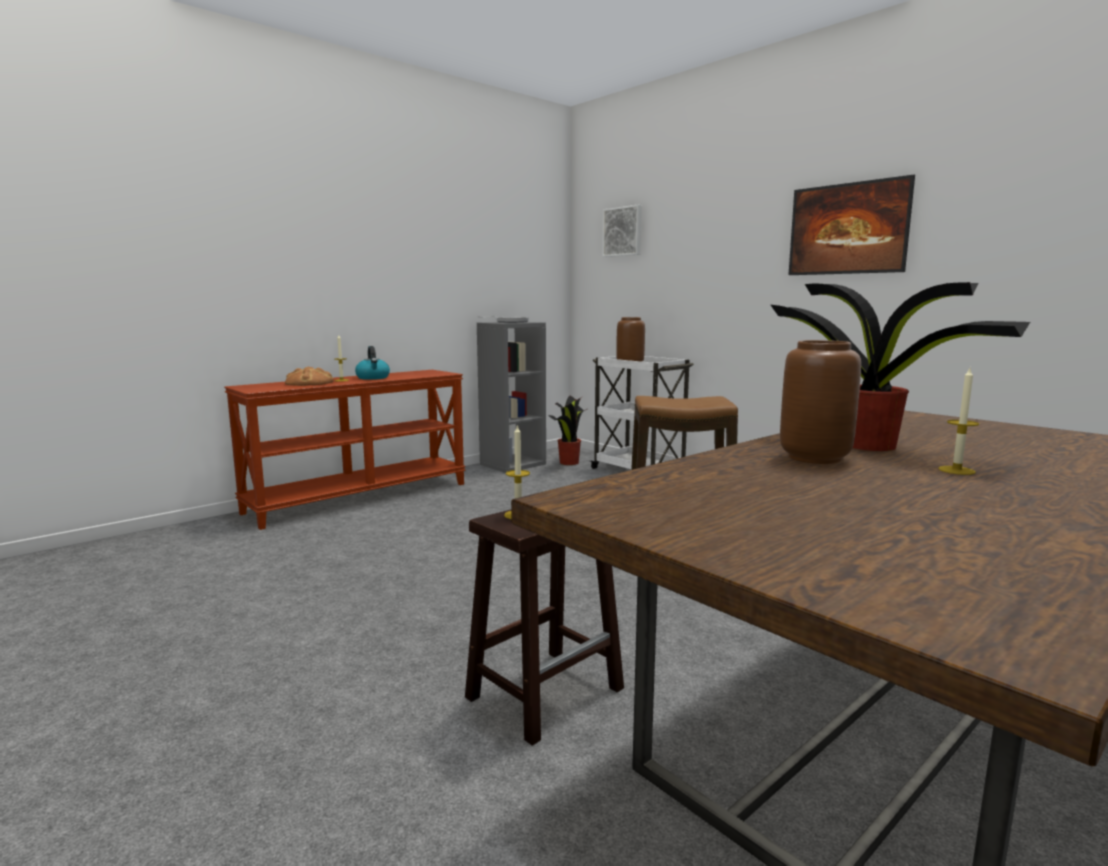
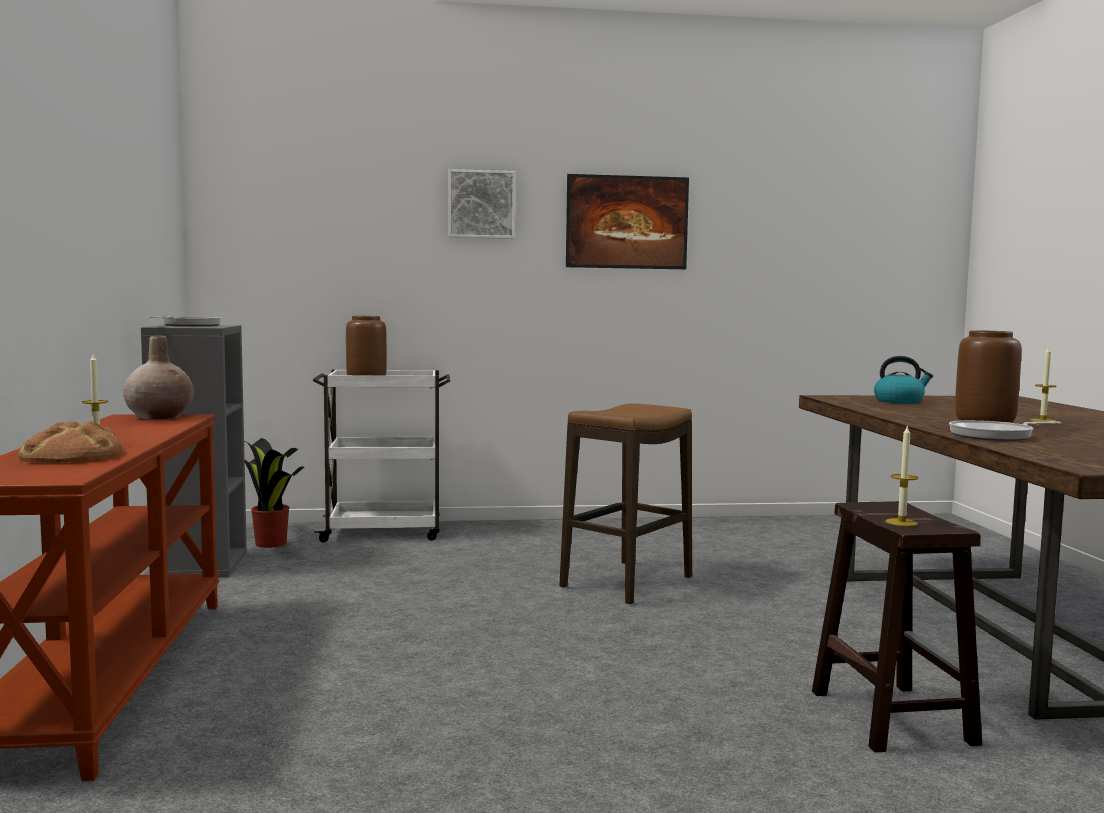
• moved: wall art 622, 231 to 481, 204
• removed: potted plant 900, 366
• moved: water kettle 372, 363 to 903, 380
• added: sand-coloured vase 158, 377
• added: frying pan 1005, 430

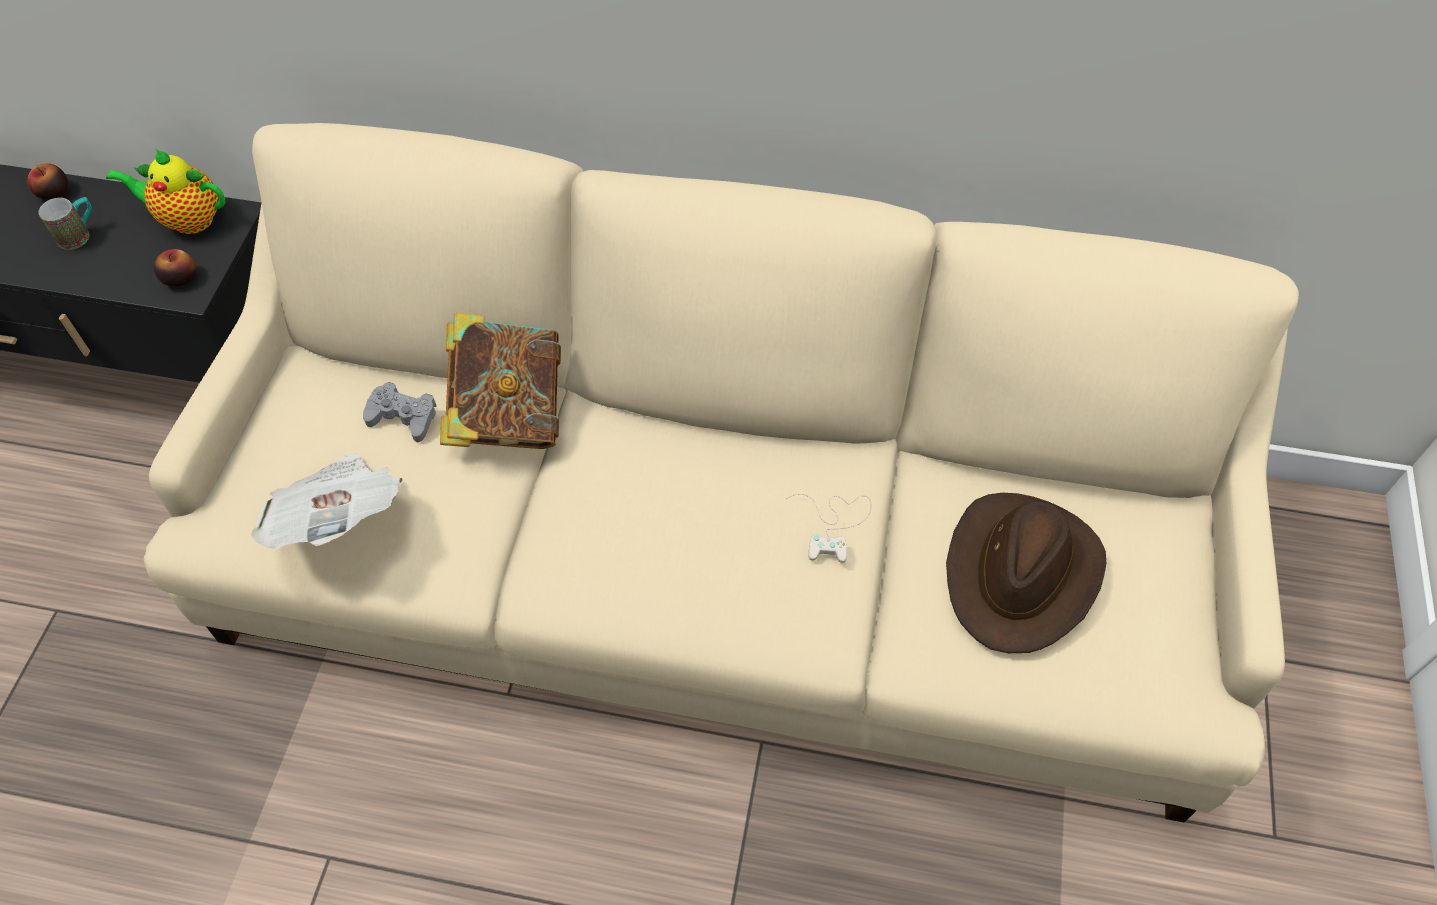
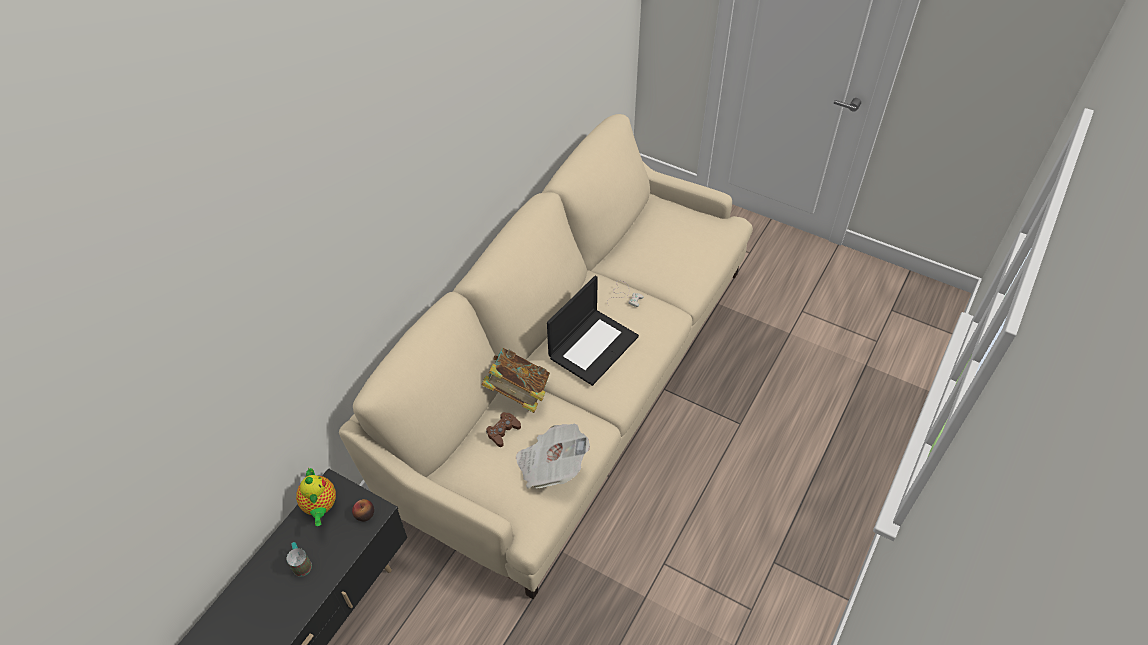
• turned: pot for tea 165, 191 = 316, 497 45 degrees counterclockwise
• removed: apple 47, 181
• recoloured: gray game controller 400, 412 to brown-coloured game controller 503, 429
• removed: brown-coloured hat 1026, 573
• added: laptop 593, 331

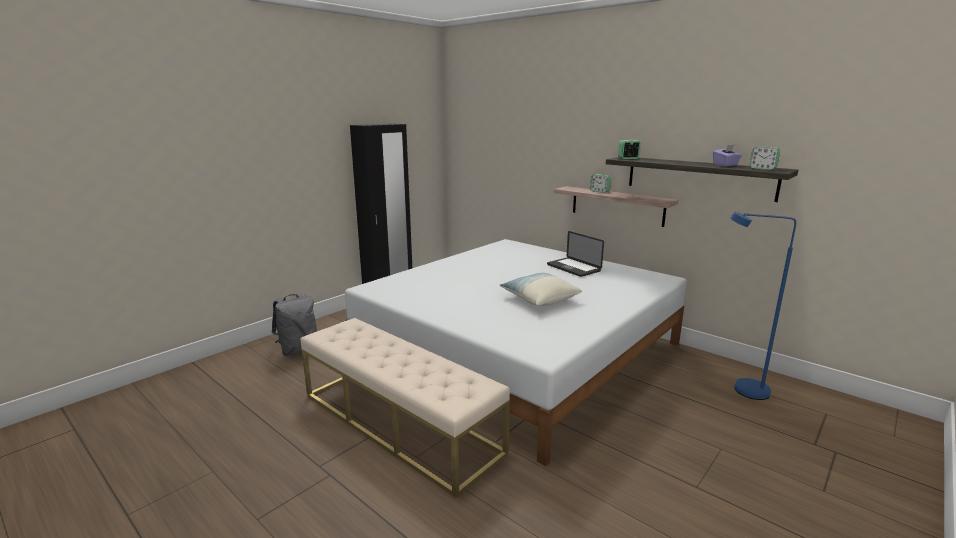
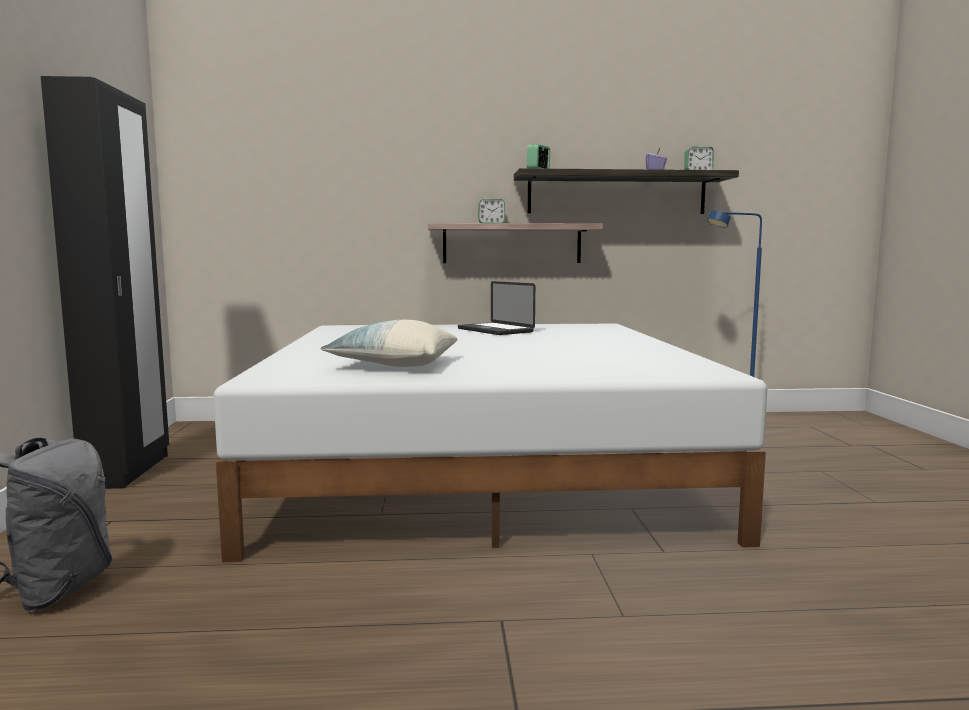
• turned: laptop 575, 254 = 496, 308 45 degrees clockwise
• moved: pillow 540, 289 to 388, 343
• removed: sand-coloured long seat 405, 407

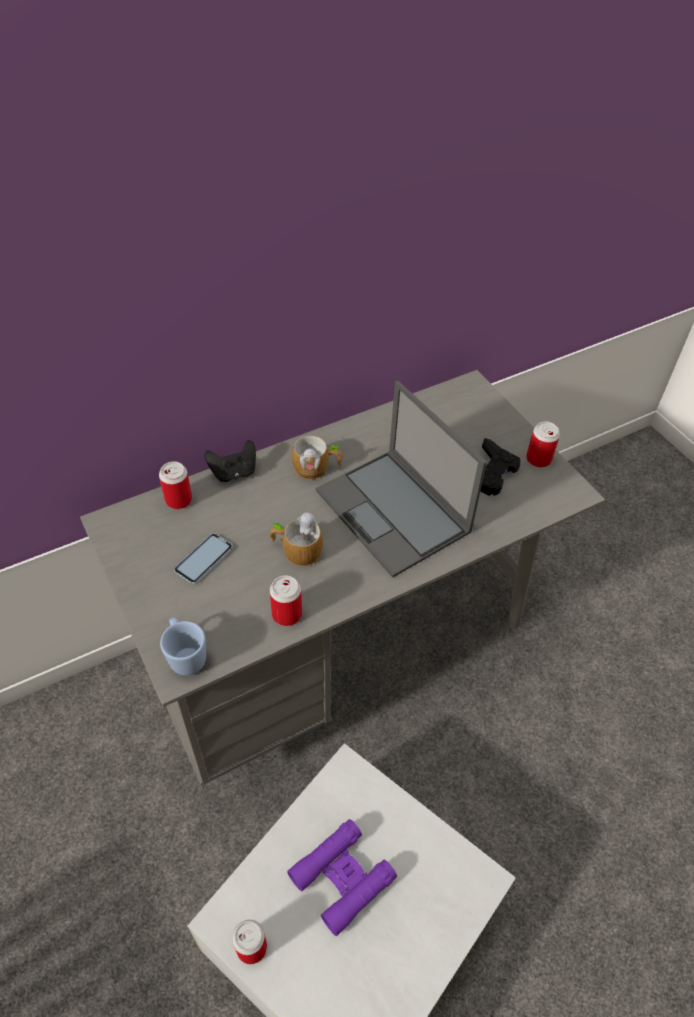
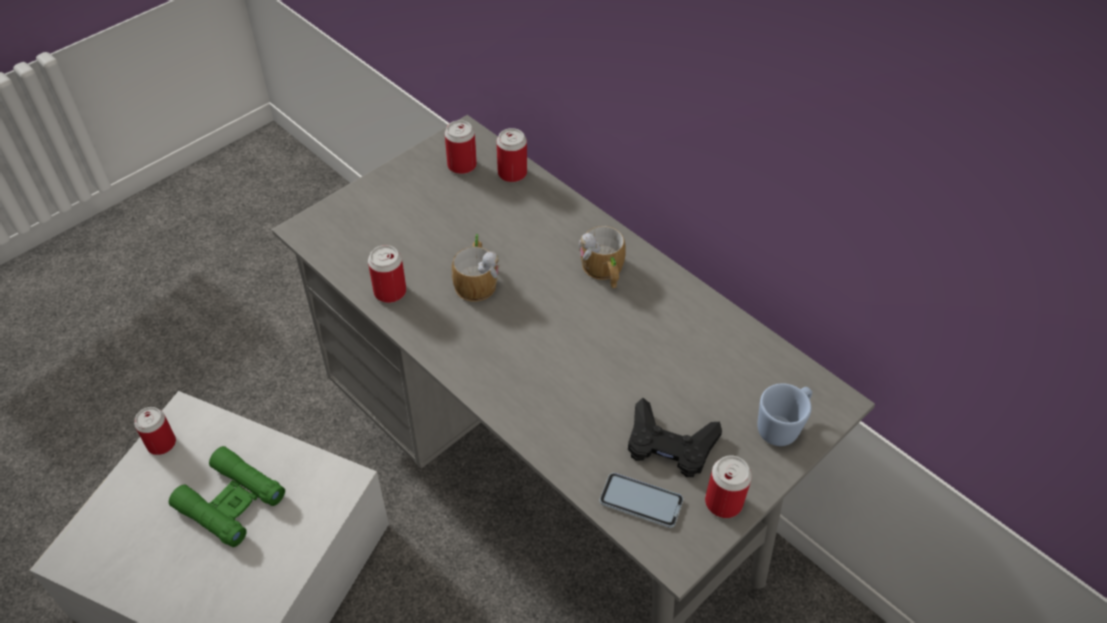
• removed: laptop 401, 479
• removed: black game controller 230, 461
• moved: handset 203, 558 to 641, 500
• moved: blue mug 183, 646 to 784, 414
• recoloured: purplish binoculars 342, 877 to green binoculars 227, 496
• added: sealed can 461, 147

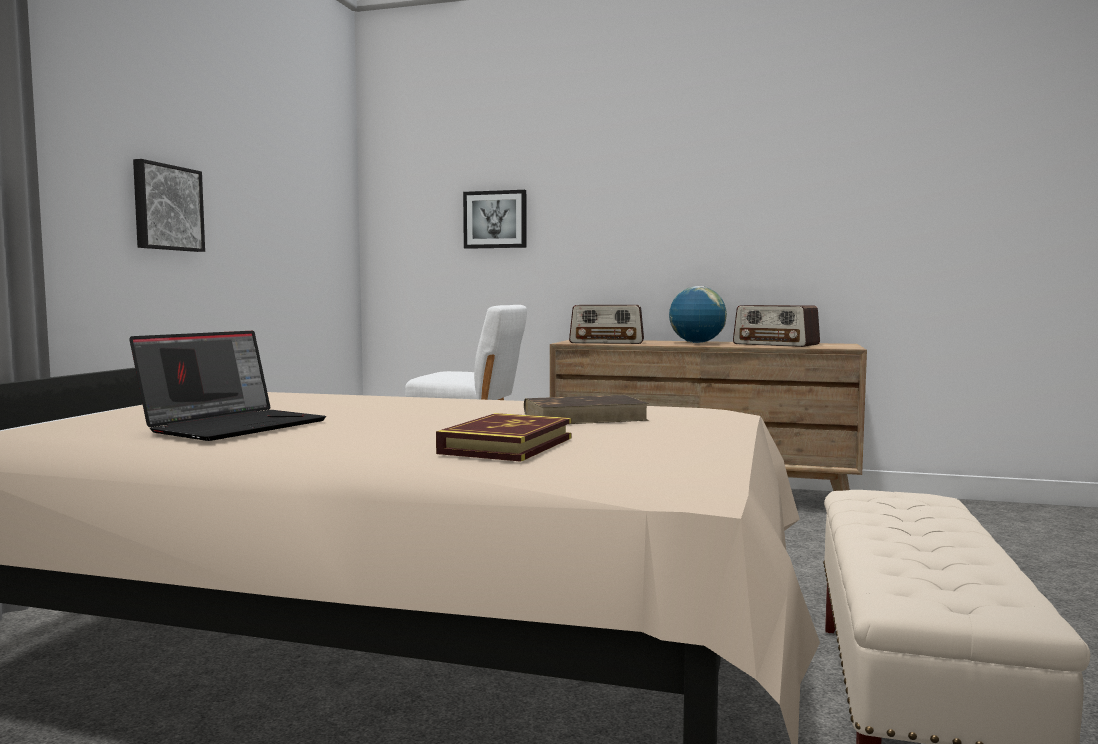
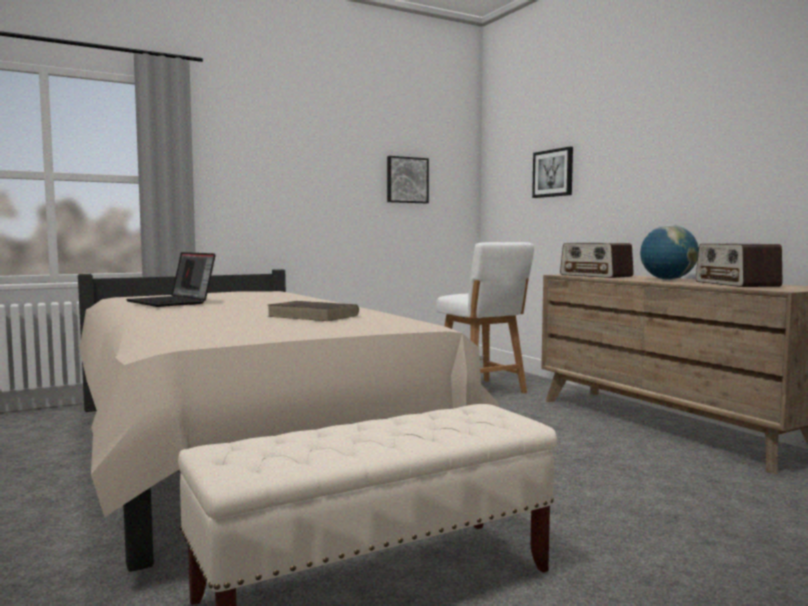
• moved: wall art 169, 205 to 408, 179
• turned: laptop 227, 386 = 171, 279 60 degrees clockwise
• removed: book 503, 437

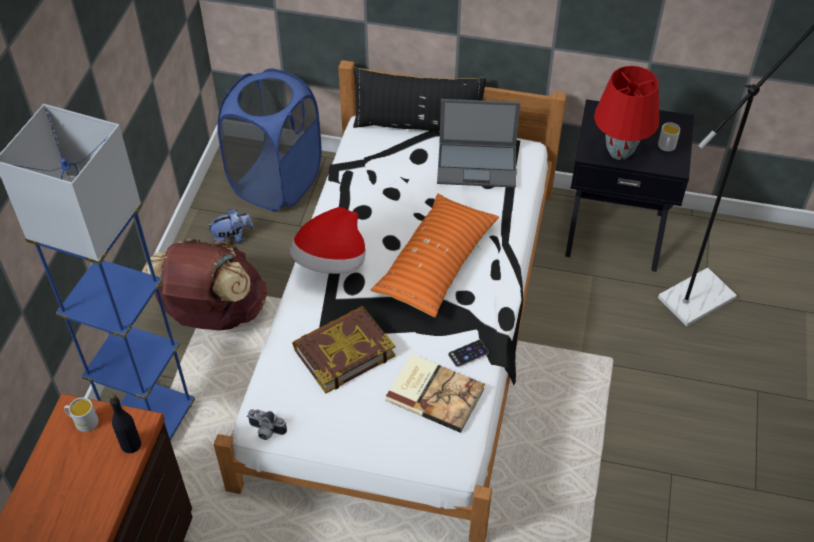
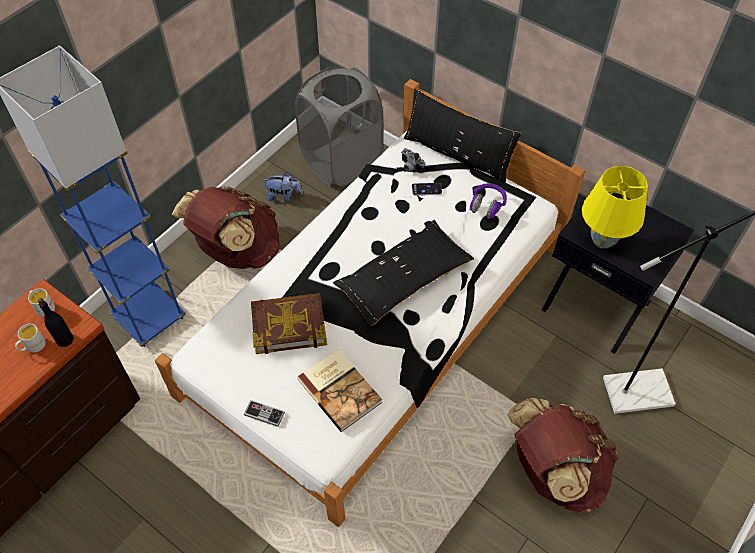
• recoloured: red tabletop lamp 626, 113 to yellowish tabletop lamp 615, 207
• recoloured: blue hamper 269, 139 to gray hamper 339, 126
• replaced: laptop 479, 143 to purplish headset 488, 201
• moved: whitish mug 669, 136 to 30, 338
• recoloured: orange-coloured pillow 434, 255 to black pillow 403, 273
• removed: hat 328, 240
• moved: handset 468, 353 to 427, 189
• moved: still camera 267, 424 to 413, 160
• added: brown-coloured rucksack 563, 455
• added: game controller 264, 413

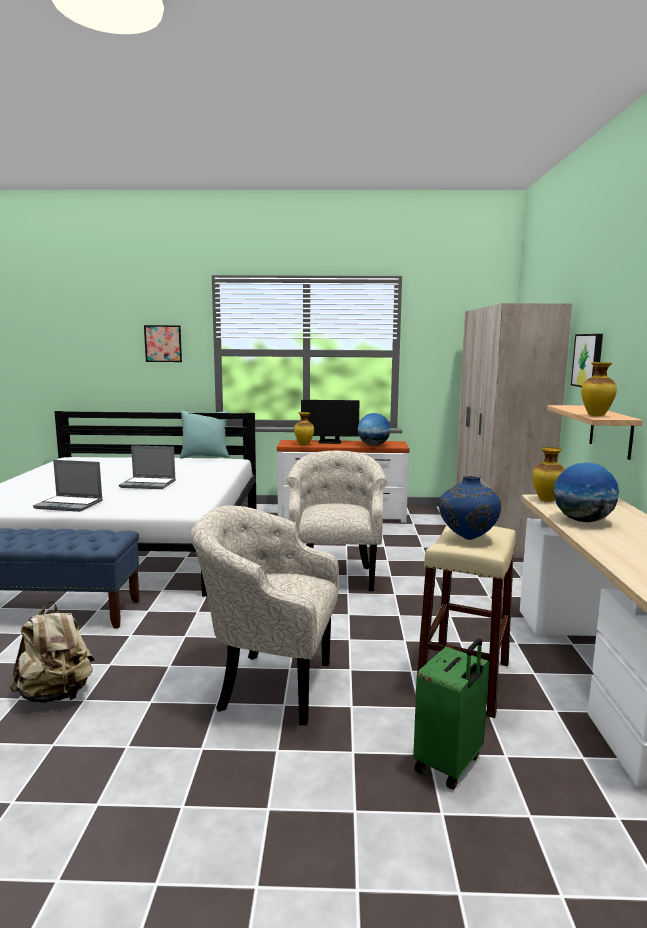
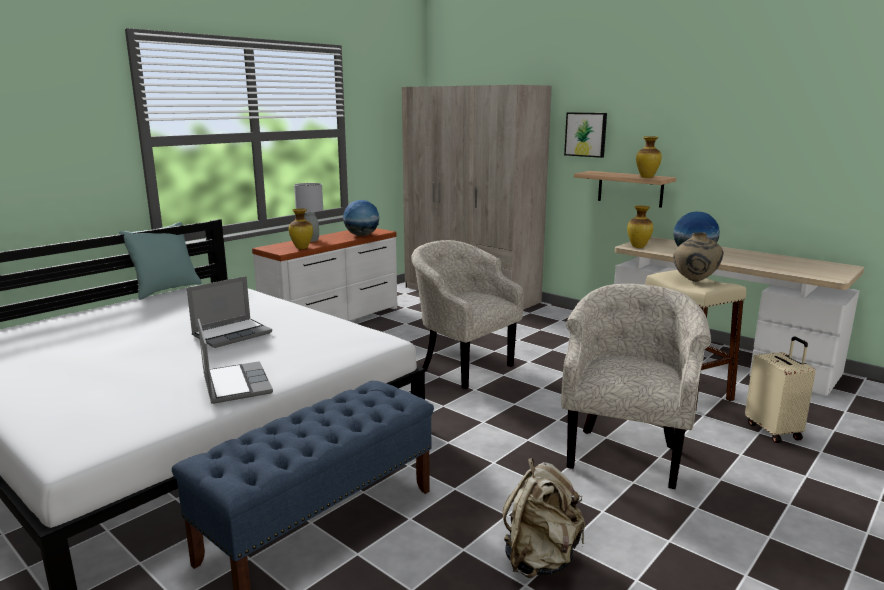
• removed: wall art 163, 343
• replaced: computer display 330, 422 to gray tabletop lamp 308, 212
• turned: laptop 68, 486 = 235, 361 75 degrees counterclockwise
• recoloured: blue vase 470, 508 to sand-coloured vase 698, 257
• turned: sand-coloured lounge chair 264, 615 = 636, 386 150 degrees clockwise
• recoloured: green travel case 451, 714 to sand-coloured travel case 780, 390

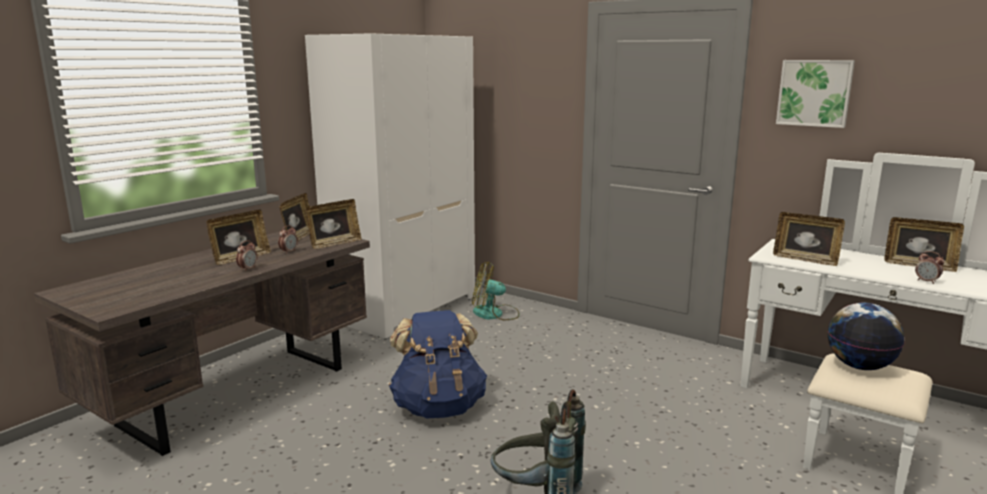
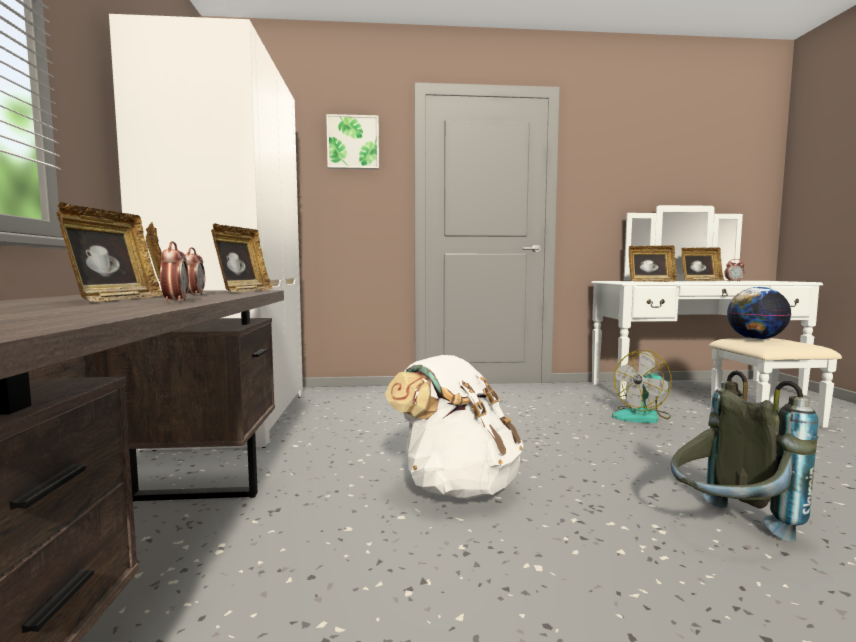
• moved: wall art 815, 94 to 352, 141
• moved: electric fan 496, 291 to 642, 386
• recoloured: blue rucksack 438, 364 to whitish rucksack 454, 427

